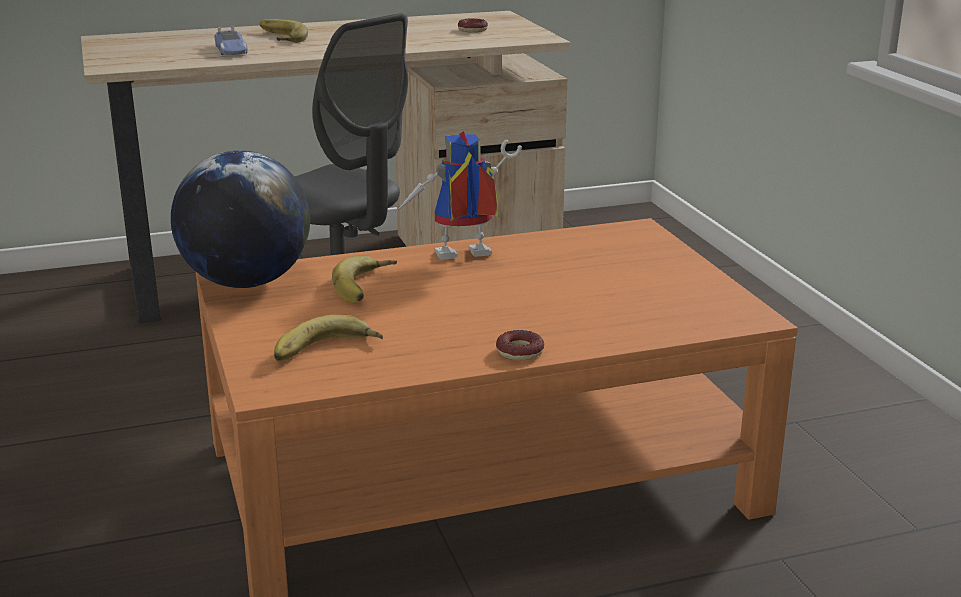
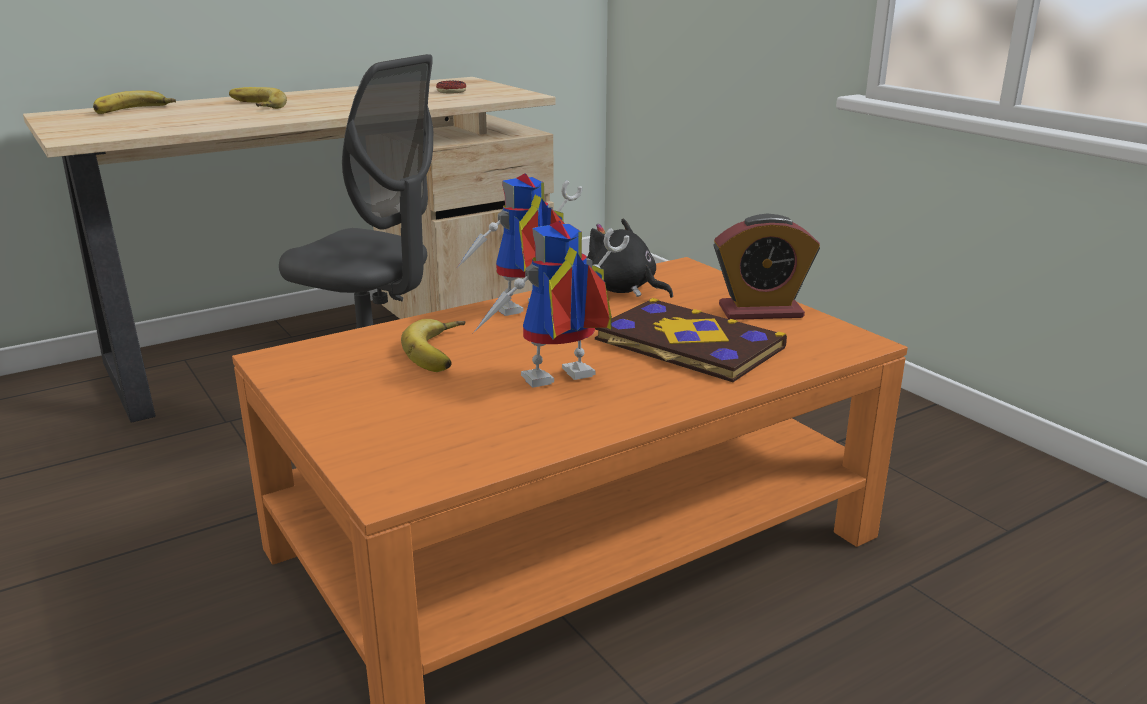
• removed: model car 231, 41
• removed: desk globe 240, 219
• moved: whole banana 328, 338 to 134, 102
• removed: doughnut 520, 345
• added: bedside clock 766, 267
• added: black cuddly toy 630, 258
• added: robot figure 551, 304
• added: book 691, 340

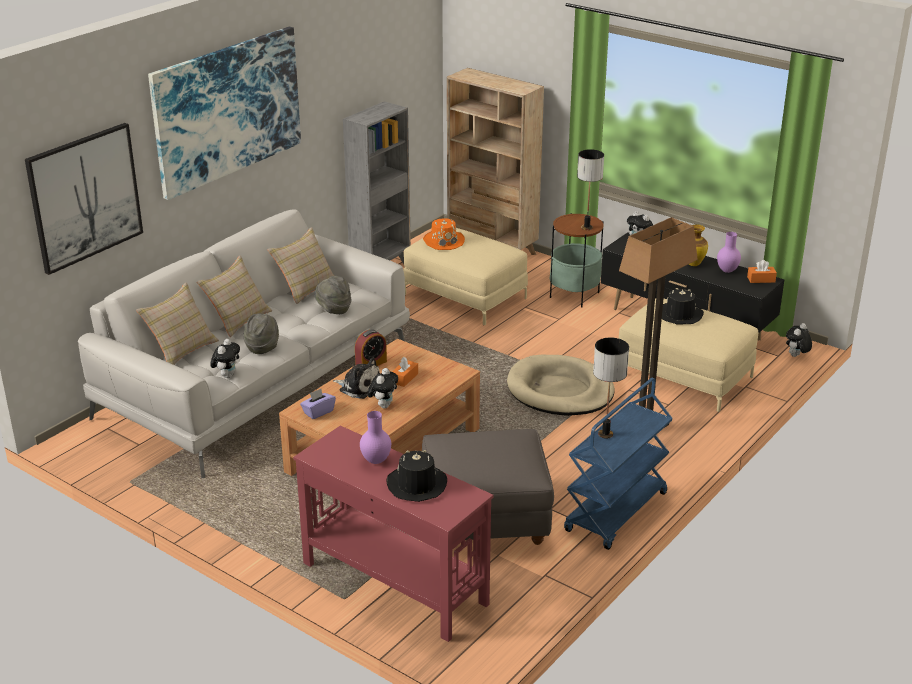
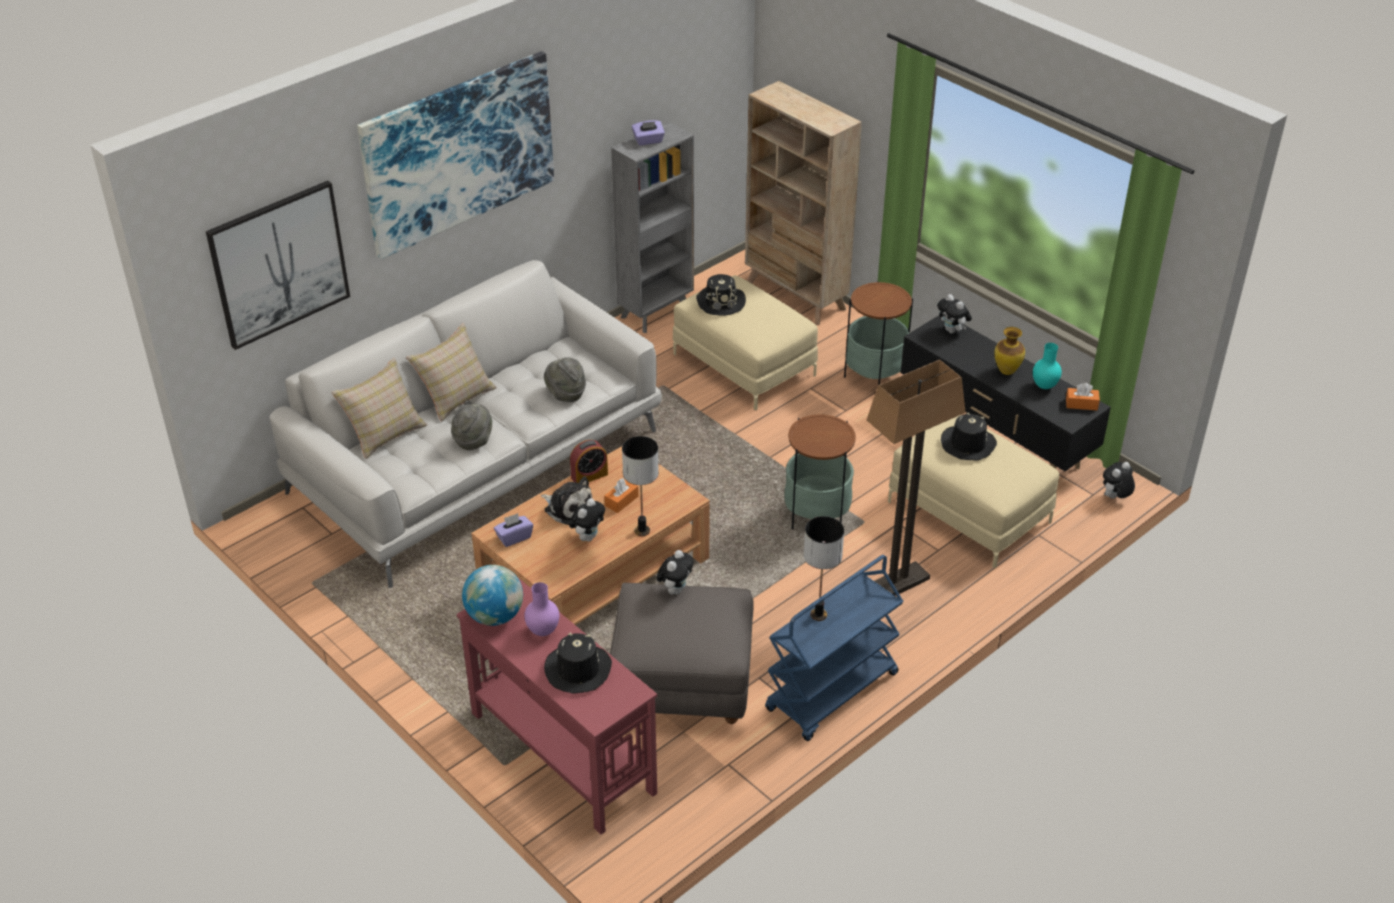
• moved: tabletop lamp 590, 189 to 640, 486
• recoloured: orange-coloured hat 444, 234 to black hat 721, 295
• removed: sand-coloured pillow 301, 265
• recoloured: purplish vase 729, 252 to turquoise-coloured vase 1047, 366
• moved: cuddly toy 225, 358 to 675, 572
• replaced: sand-coloured dog bed 561, 385 to side table 820, 472
• added: purplish tissue box 648, 133
• added: desk globe 492, 595

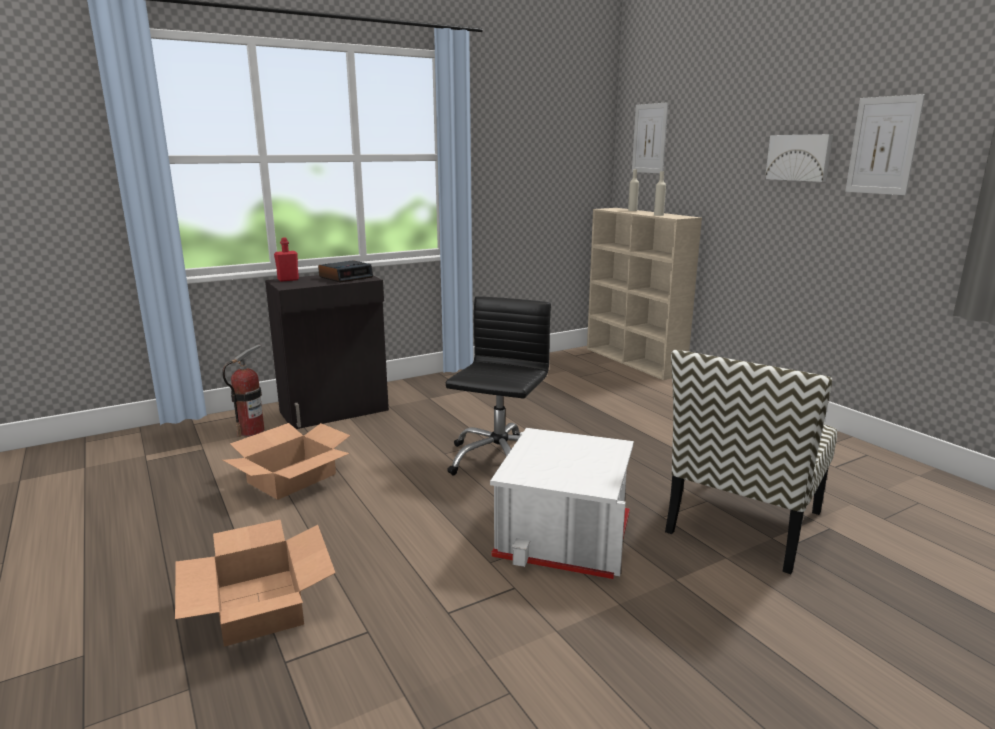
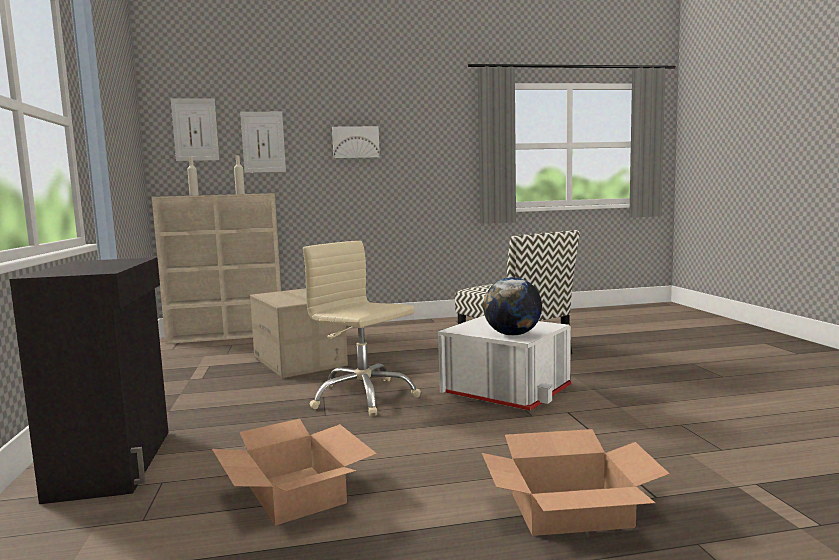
• moved: wall art 885, 144 to 263, 142
• removed: red drink bottle 286, 260
• removed: bedside clock 345, 271
• recoloured: black computer chair 498, 385 to sand-coloured computer chair 362, 328
• removed: fire extinguisher 243, 390
• added: desk globe 512, 306
• added: carton 299, 333

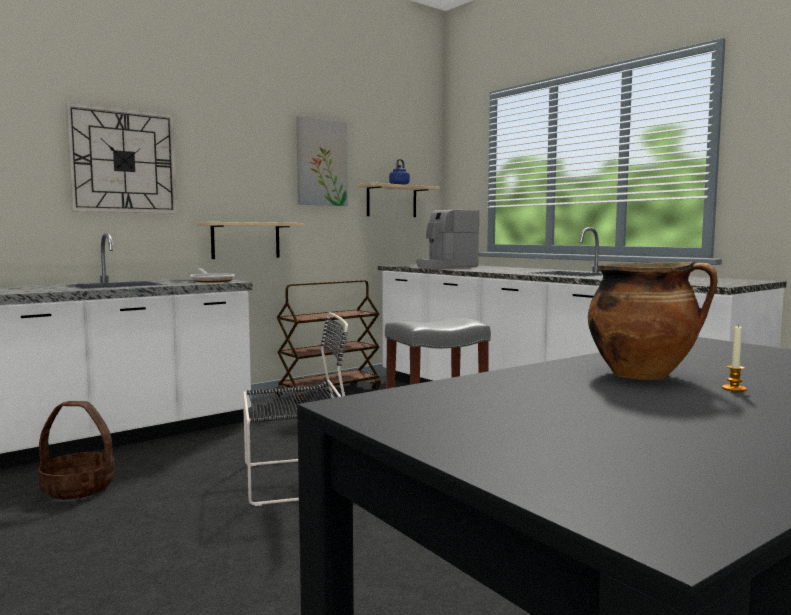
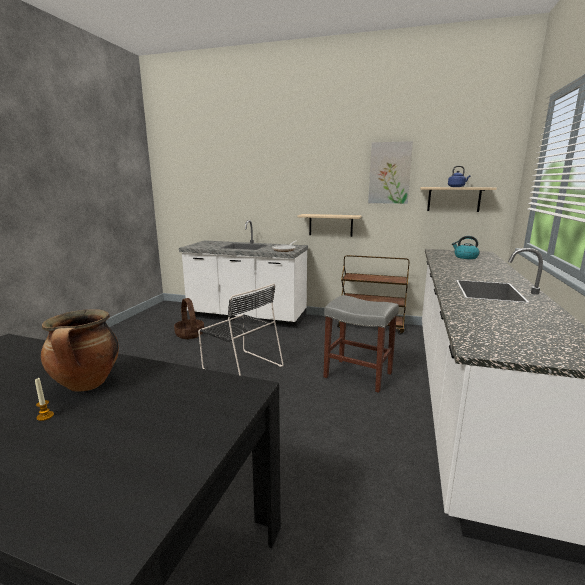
• removed: clock on the wall 121, 157
• replaced: coffee machine 447, 239 to water kettle 466, 247

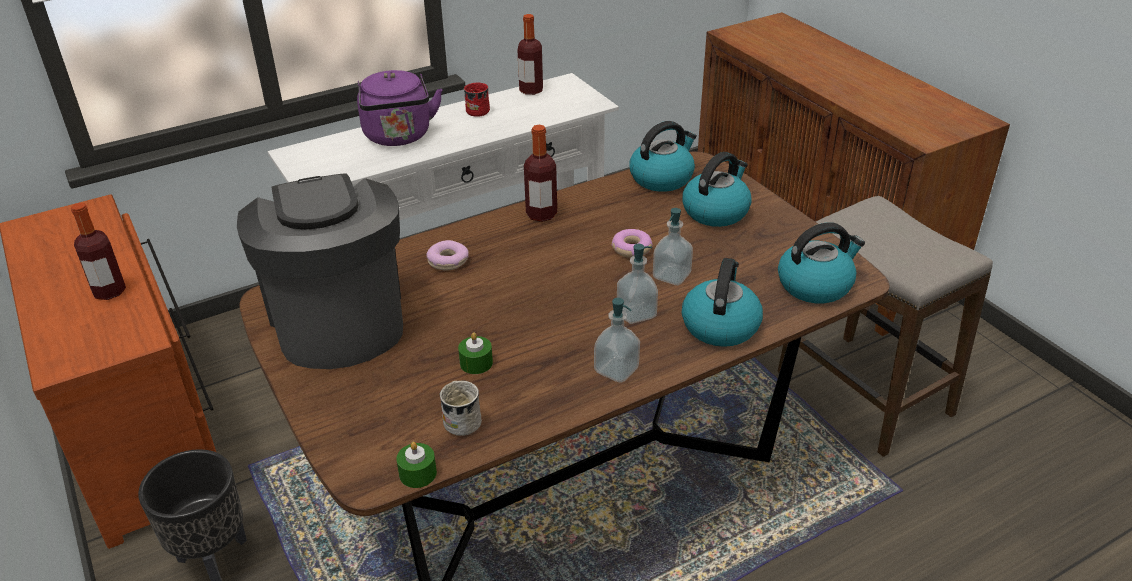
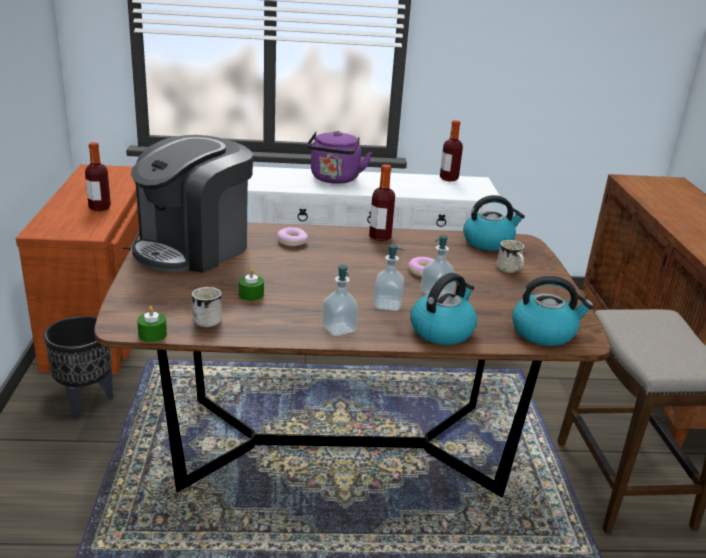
• removed: red mug 477, 100
• replaced: water kettle 717, 189 to whitish mug 510, 256
• turned: coffee machine 320, 271 = 192, 204 150 degrees counterclockwise

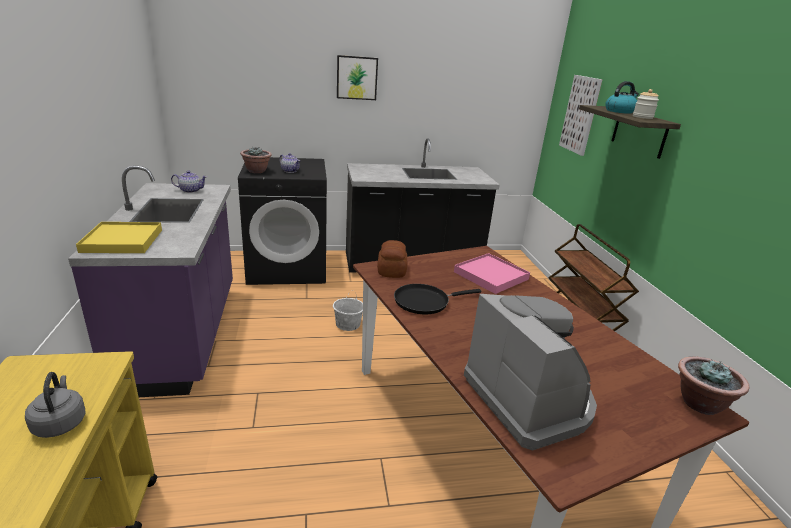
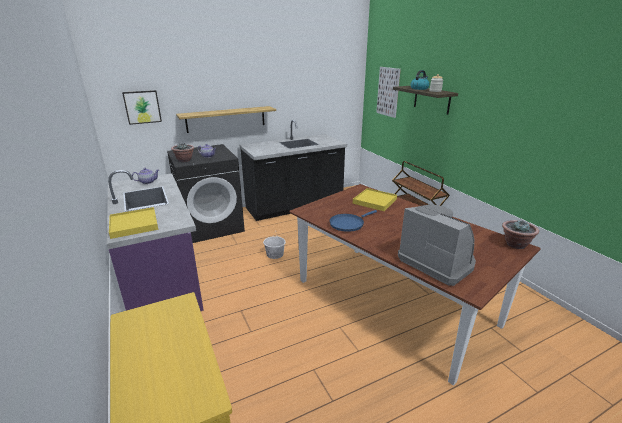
• moved: wall art 357, 77 to 142, 107
• removed: baked bread 392, 259
• recoloured: pink-coloured serving tray 492, 273 to yellowish serving tray 375, 199
• recoloured: black frying pan 437, 299 to blue frying pan 353, 221
• removed: gray water kettle 55, 405
• added: wall shelf 226, 119

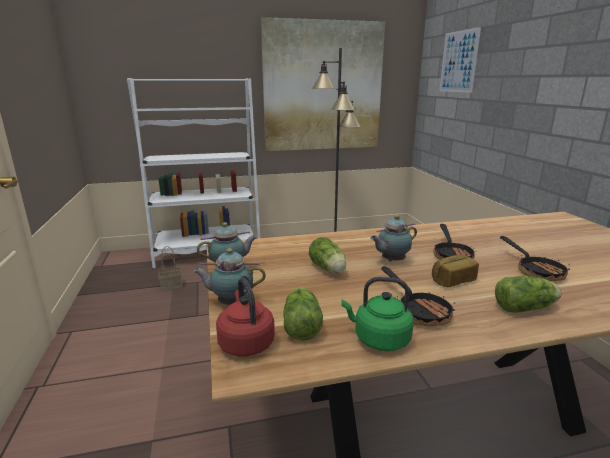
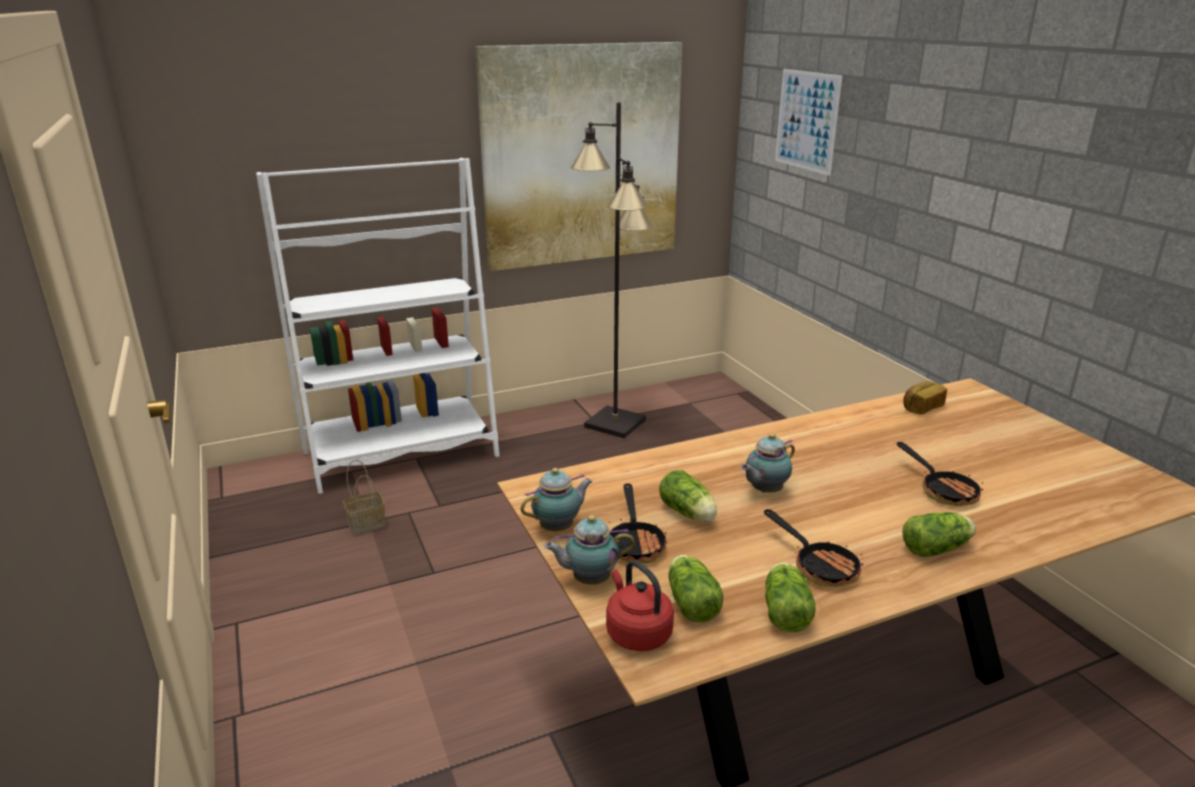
• moved: frying pan 455, 242 to 638, 523
• moved: baked bread 455, 271 to 925, 398
• replaced: green water kettle 377, 314 to head of lettuce 790, 597

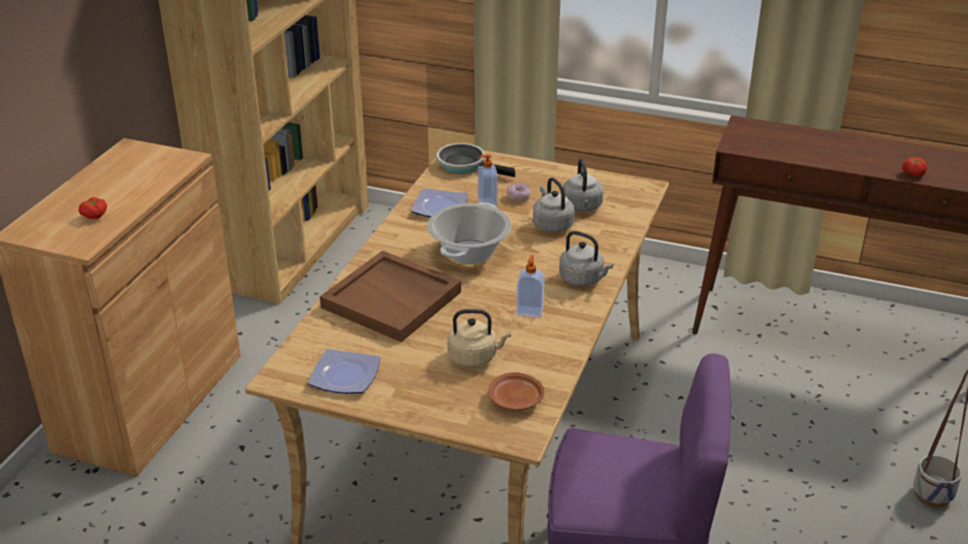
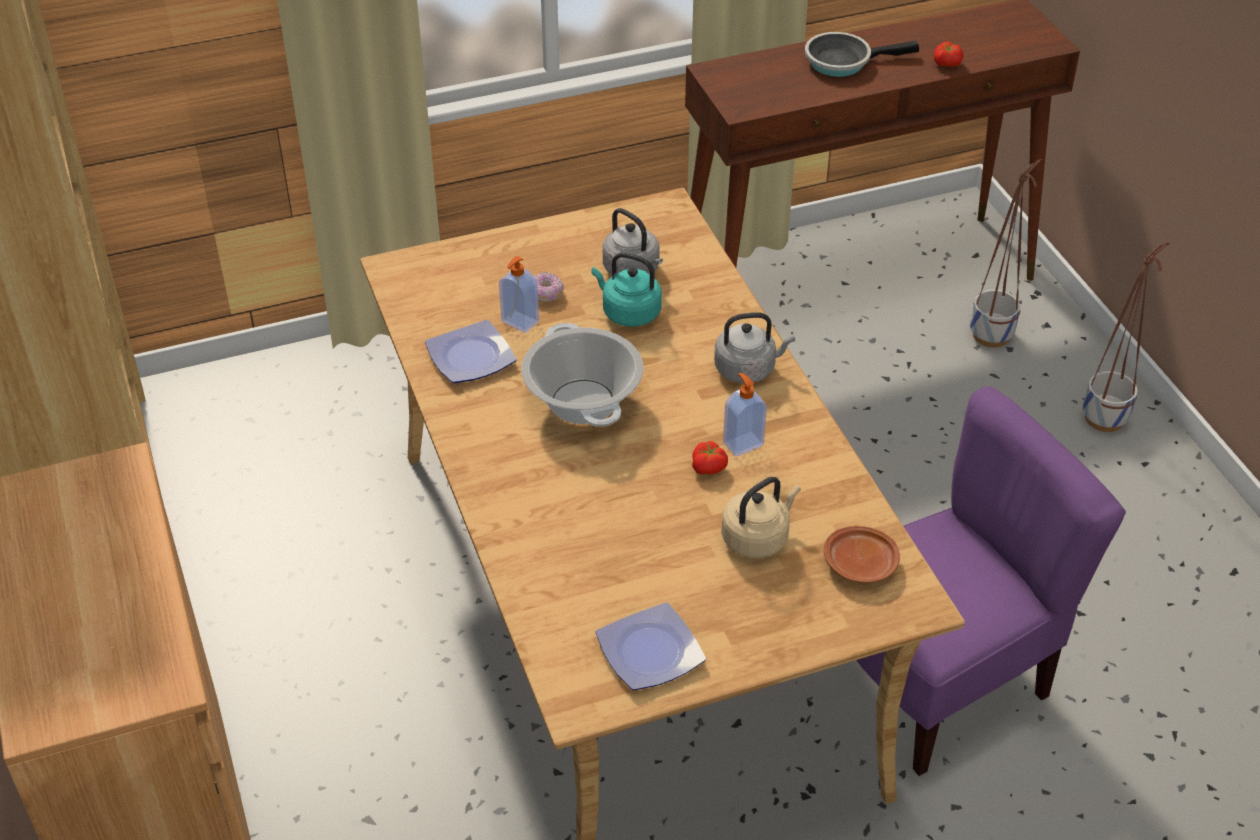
• moved: frying pan 475, 160 to 862, 54
• recoloured: gray water kettle 554, 205 to turquoise-coloured water kettle 626, 289
• moved: whole tomato 93, 208 to 710, 457
• removed: brown-coloured serving tray 390, 296
• added: plant pot 1006, 253

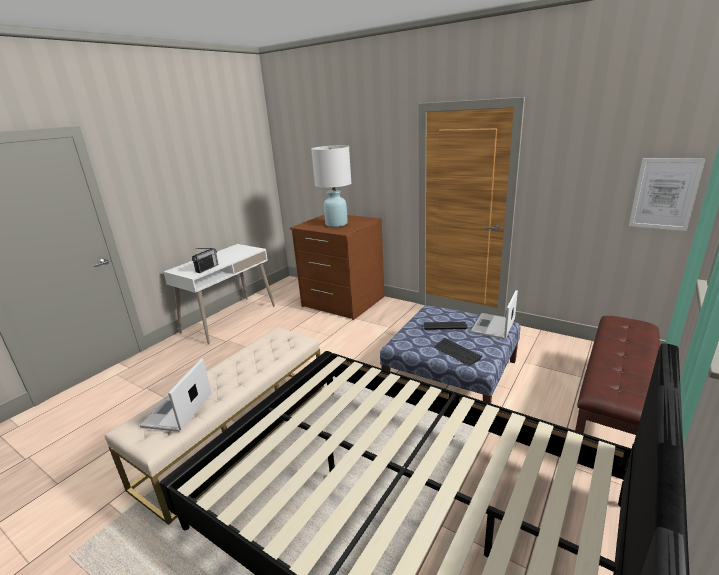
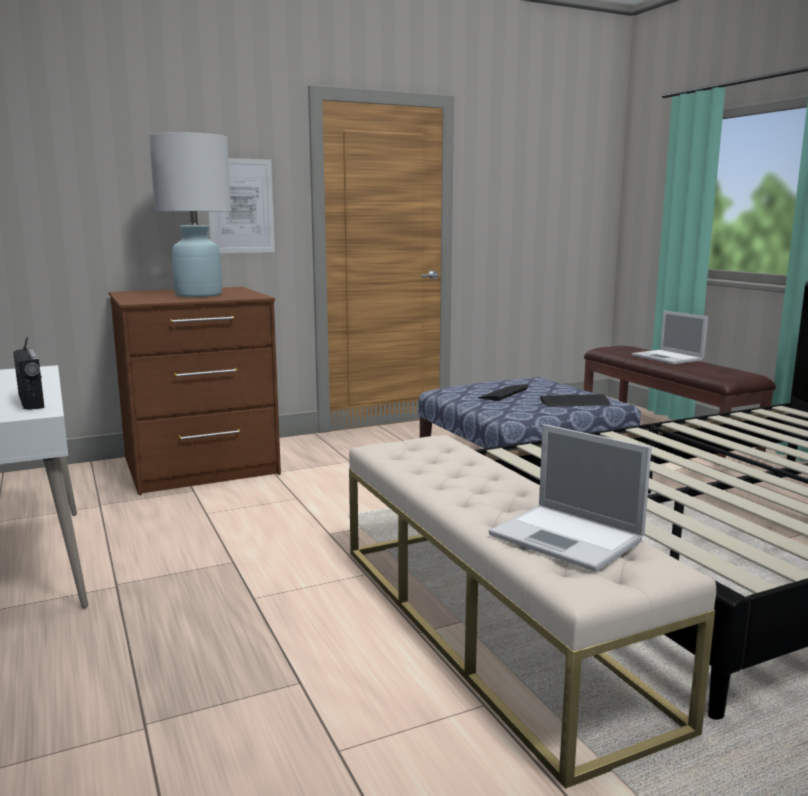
• moved: wall art 667, 194 to 241, 205
• moved: laptop 494, 314 to 670, 337

